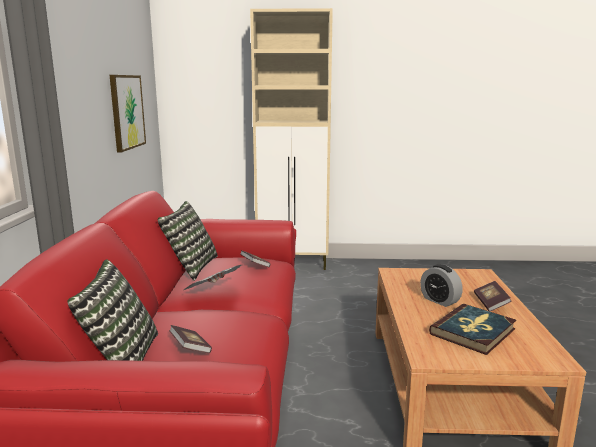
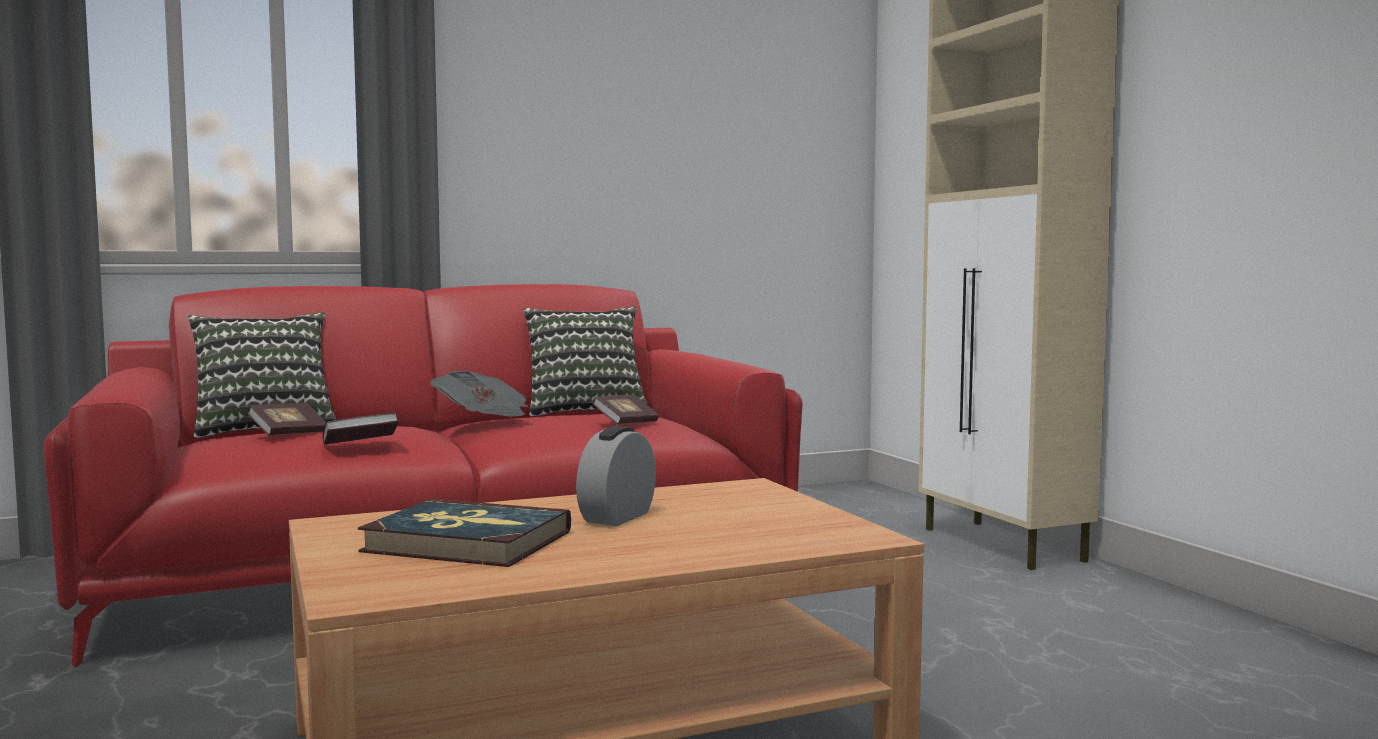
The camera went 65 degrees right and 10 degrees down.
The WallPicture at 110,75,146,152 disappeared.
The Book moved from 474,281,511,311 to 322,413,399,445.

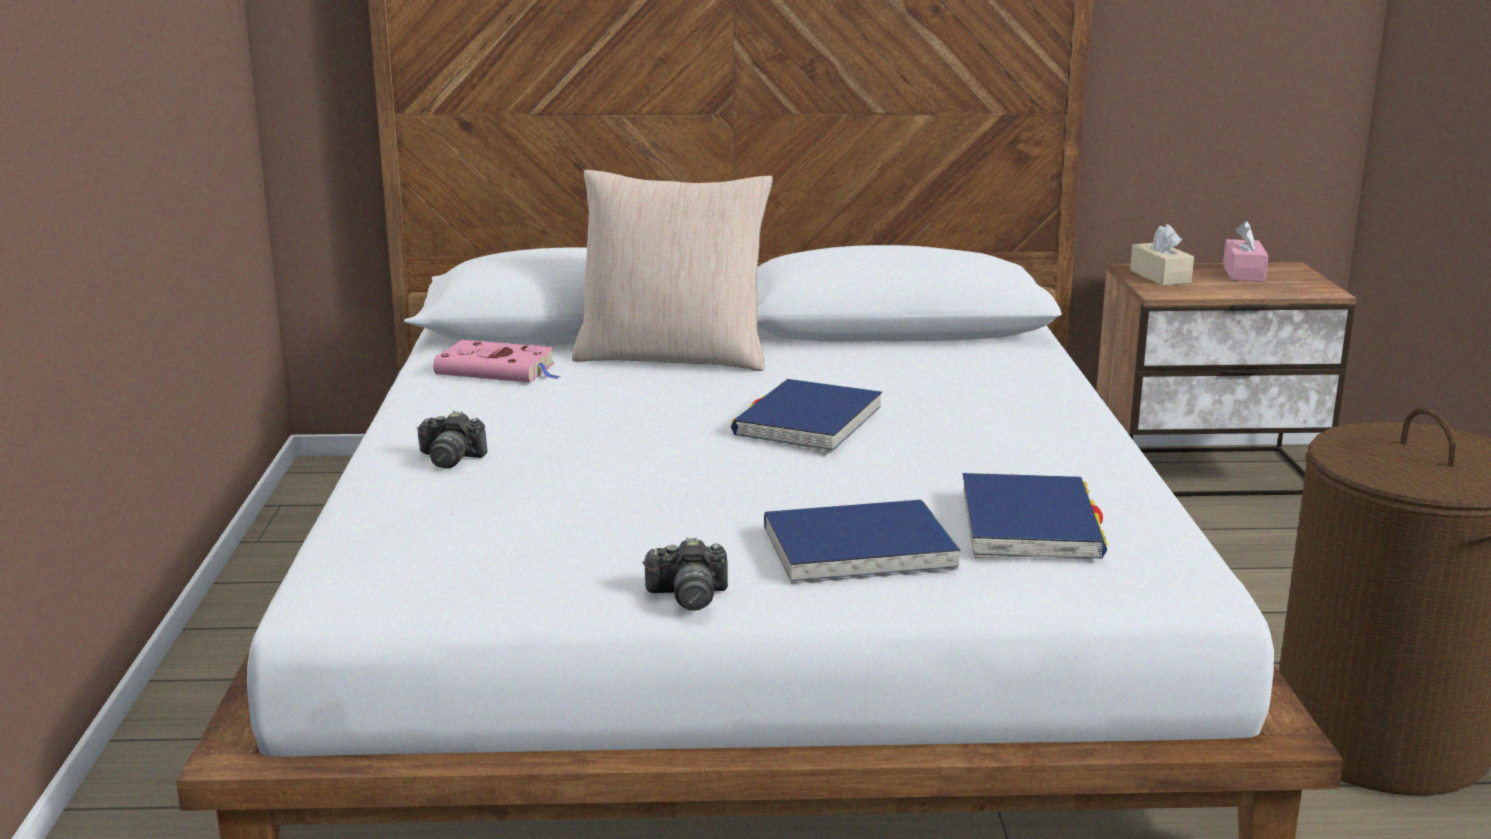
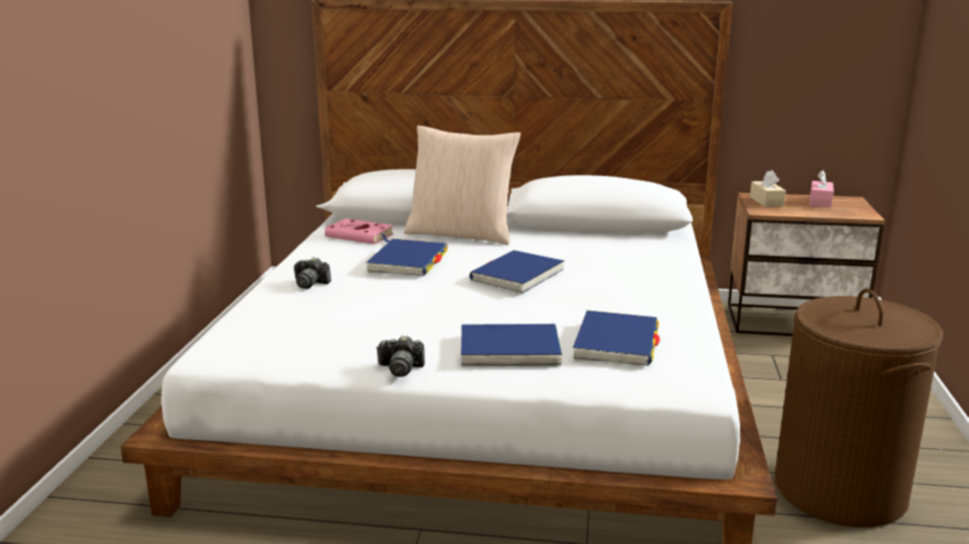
The camera went 10 degrees right and 0 degrees up.
The BlueColouredBook at 366,239,448,276 appeared.

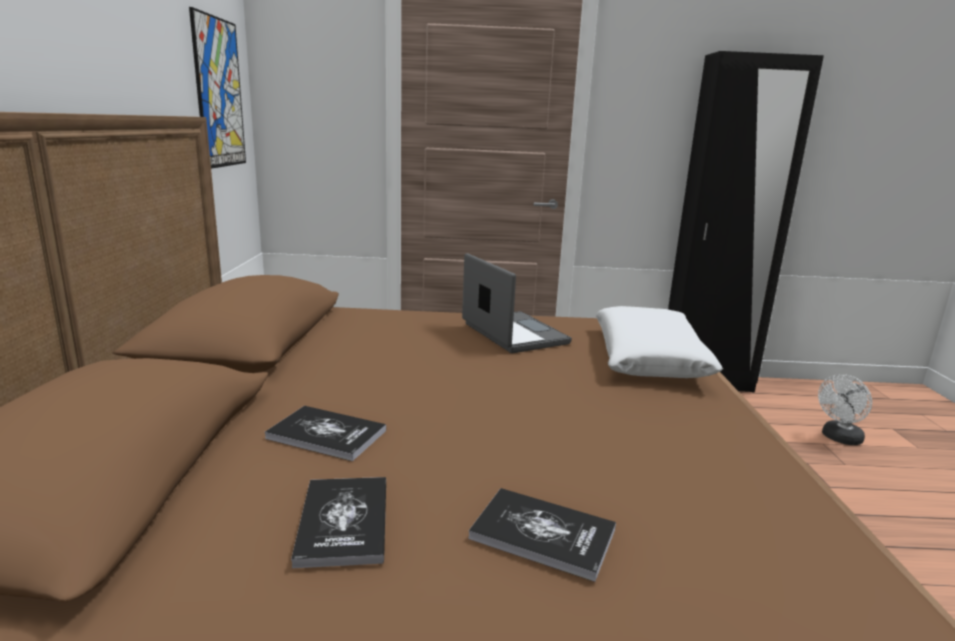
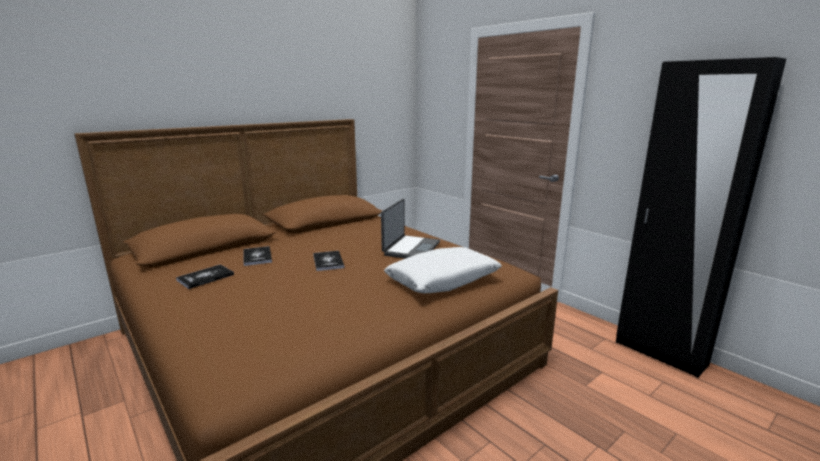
The camera went 50 degrees right and 0 degrees up.
The WallPicture at 189,7,246,169 disappeared.
The Book moved from 468,488,616,582 to 313,251,345,271.
The WhiteColouredFan at 818,374,872,445 disappeared.

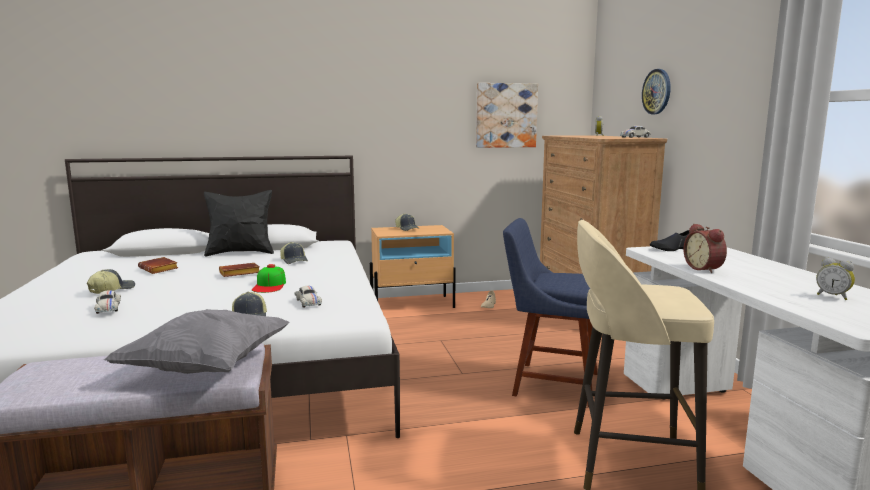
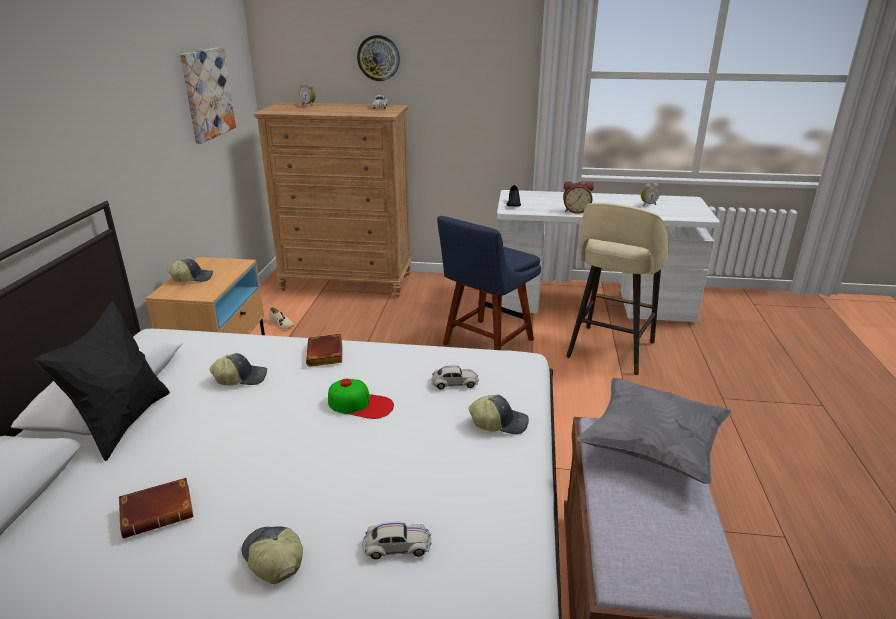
The camera went 70 degrees left and 15 degrees up.
The BrownBook moved from 219,263,260,277 to 306,334,342,367.

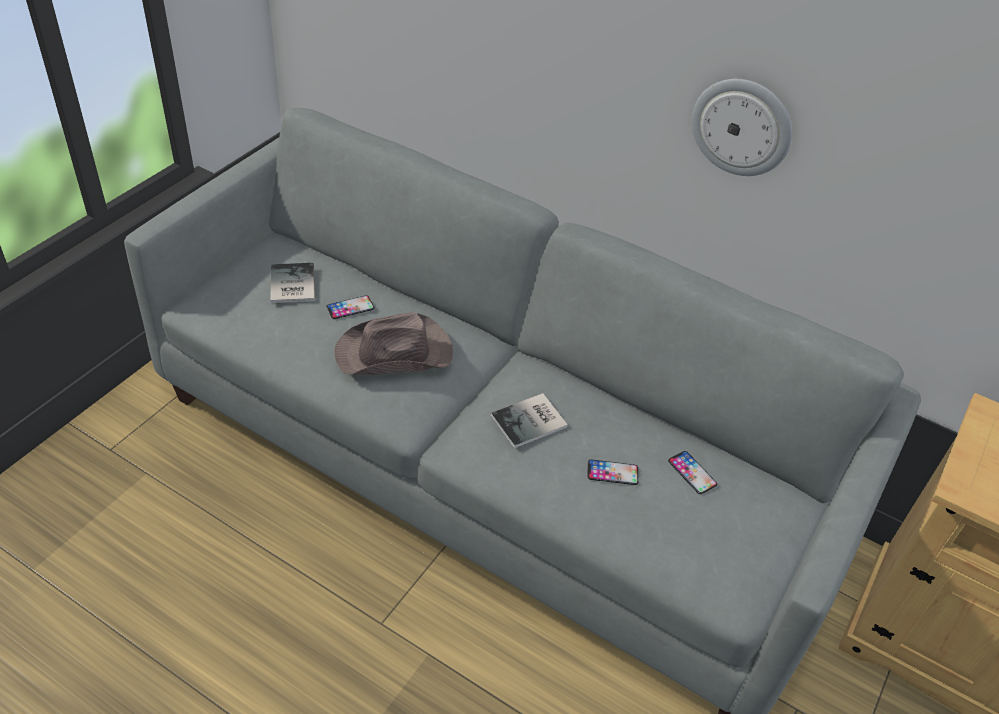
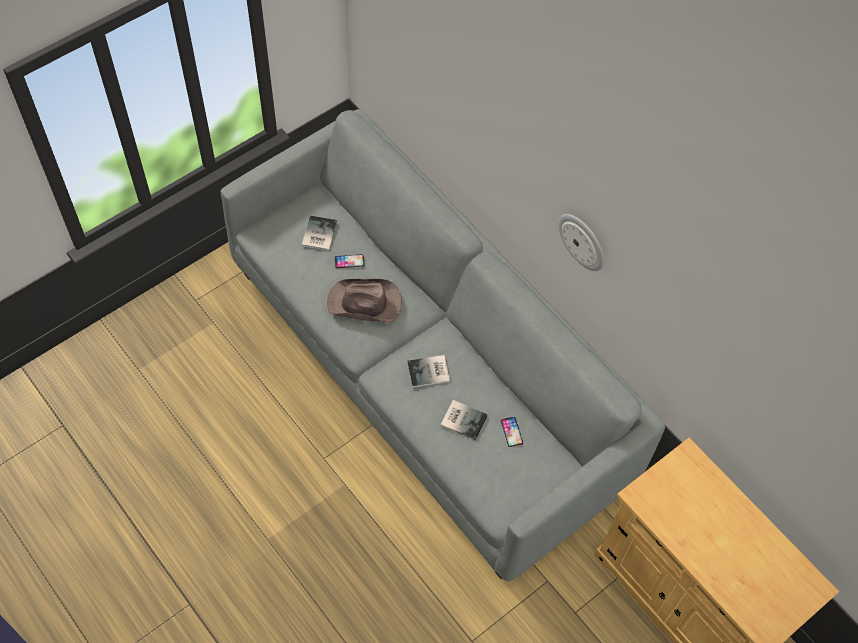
The camera went 20 degrees right and 15 degrees up.
The Handset at 587,459,638,485 was replaced by the Book at 441,400,488,440.

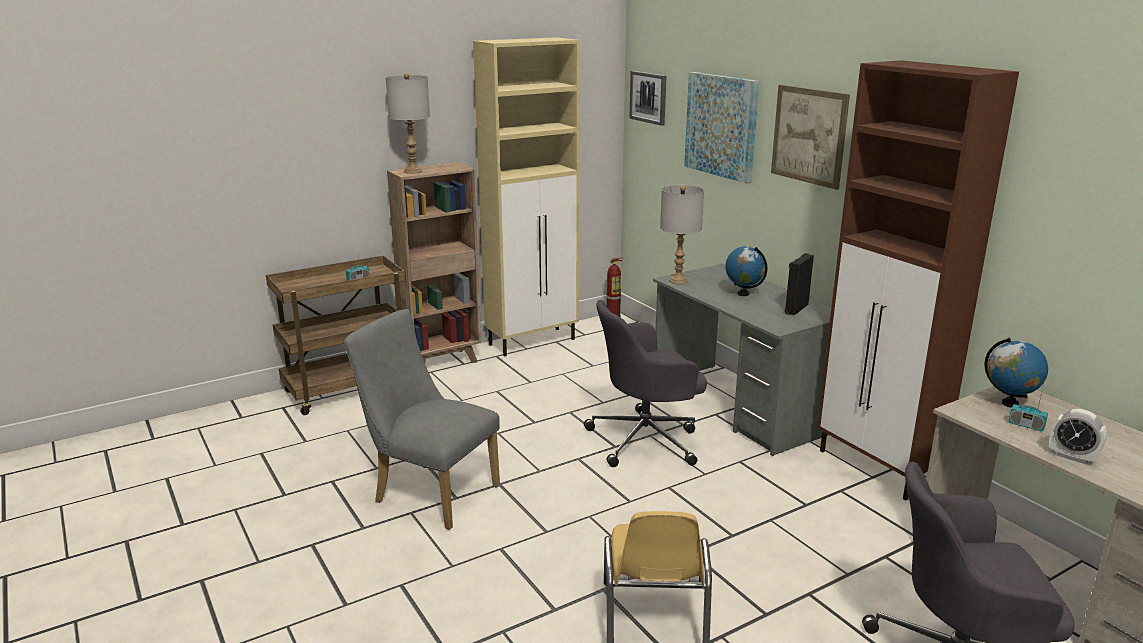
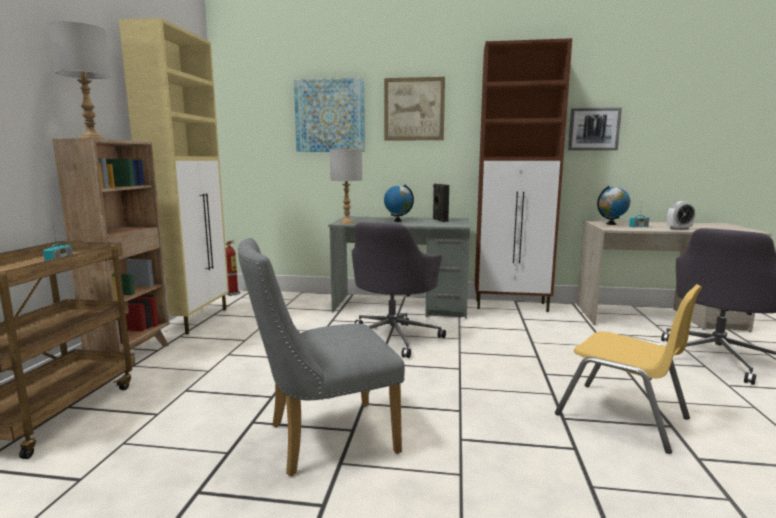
The camera went 50 degrees left and 10 degrees down.
The WallPicture moved from 630,71,666,126 to 568,107,622,150.

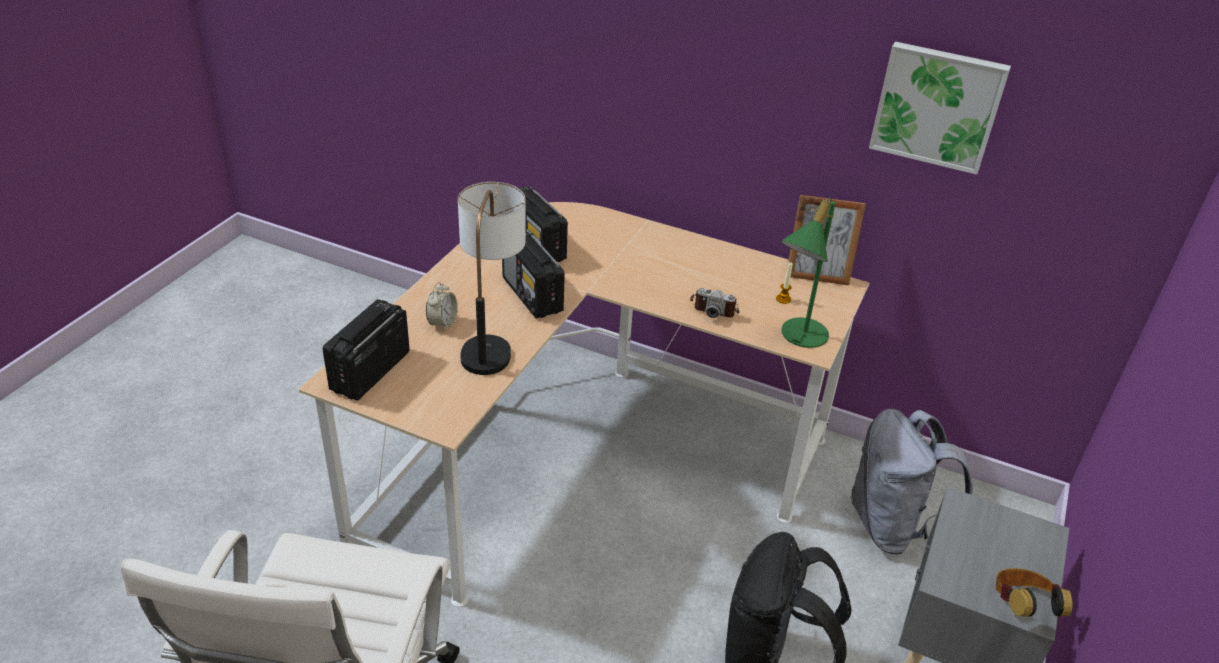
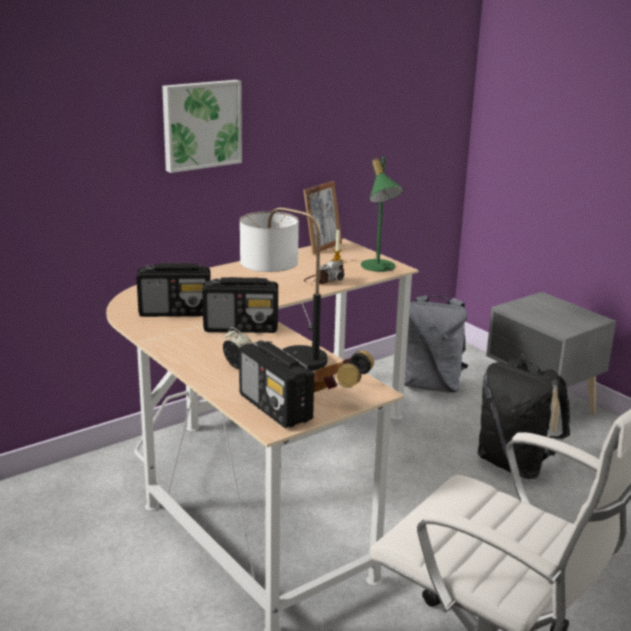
The camera went 60 degrees left and 15 degrees down.
The WallPicture moved from 869,42,1011,175 to 162,80,242,173.
The PairOfHeadphones moved from 996,568,1073,617 to 314,350,374,392.

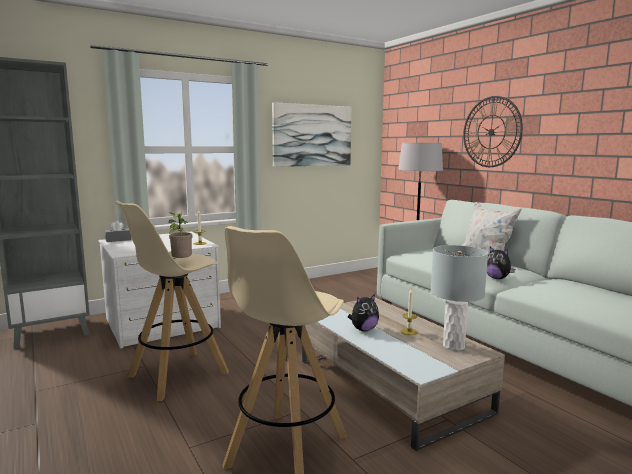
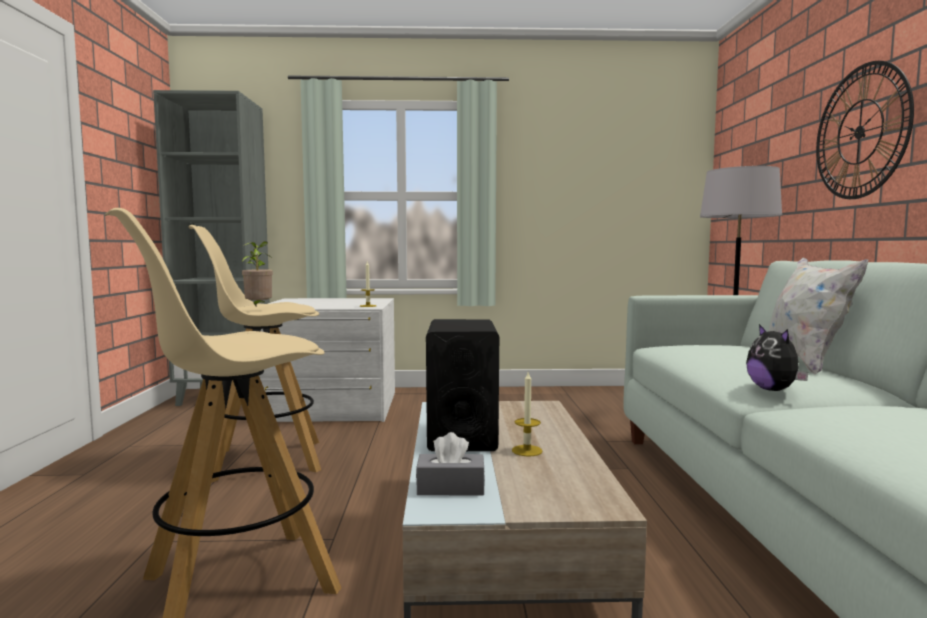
The camera went 30 degrees right and 5 degrees down.
The GrayTissueBox moved from 105,221,132,242 to 416,432,485,495.
The WallPicture at 272,102,351,167 disappeared.
The SoftToy at 348,294,379,331 was replaced by the BlackColouredAudioSpeaker at 426,319,499,452.
The GrayTableLamp at 431,245,488,351 disappeared.

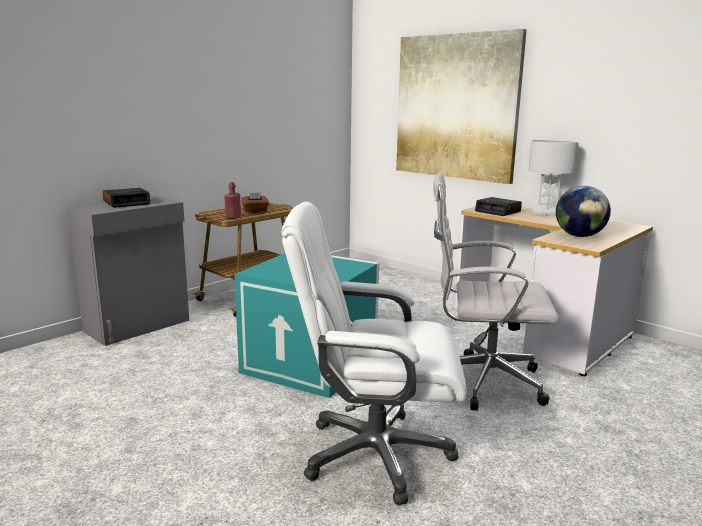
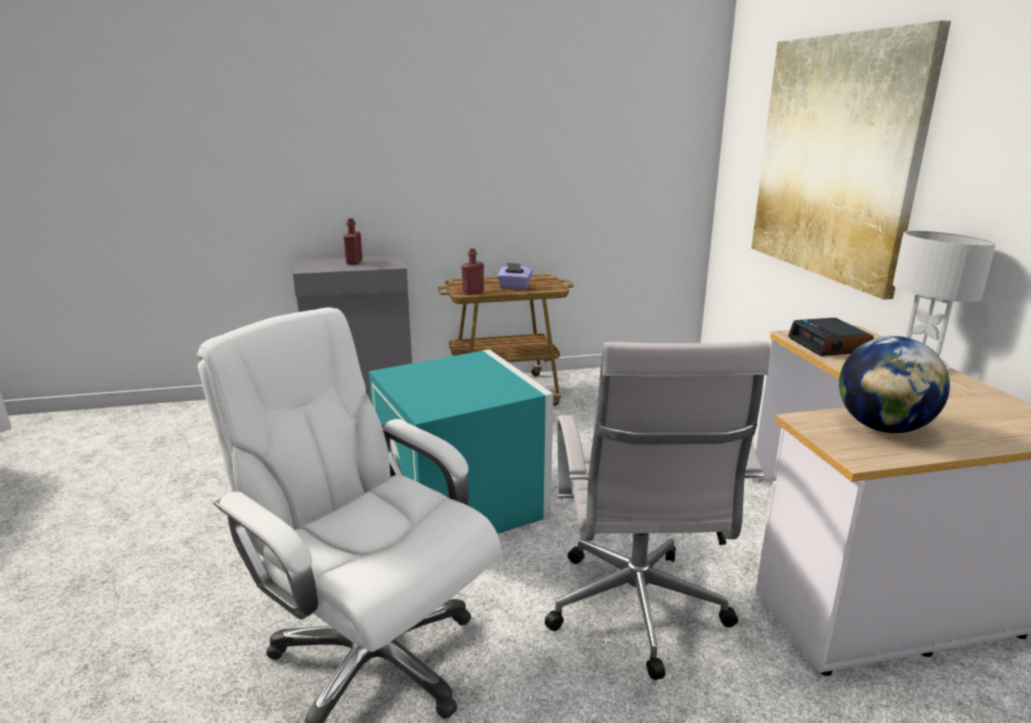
The camera went 35 degrees right and 5 degrees up.
The TableClock at 102,188,150,208 was replaced by the RedBottle at 343,218,363,264.
The BrownTissueBox at 241,192,269,213 became the PurplishTissueBox at 497,263,533,290.
The WhiteColouredDeskChair at 433,172,559,411 turned 135 degrees counterclockwise.

